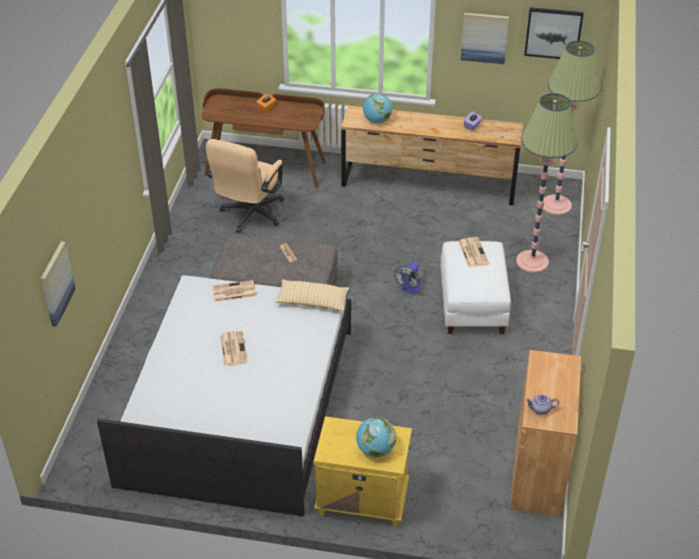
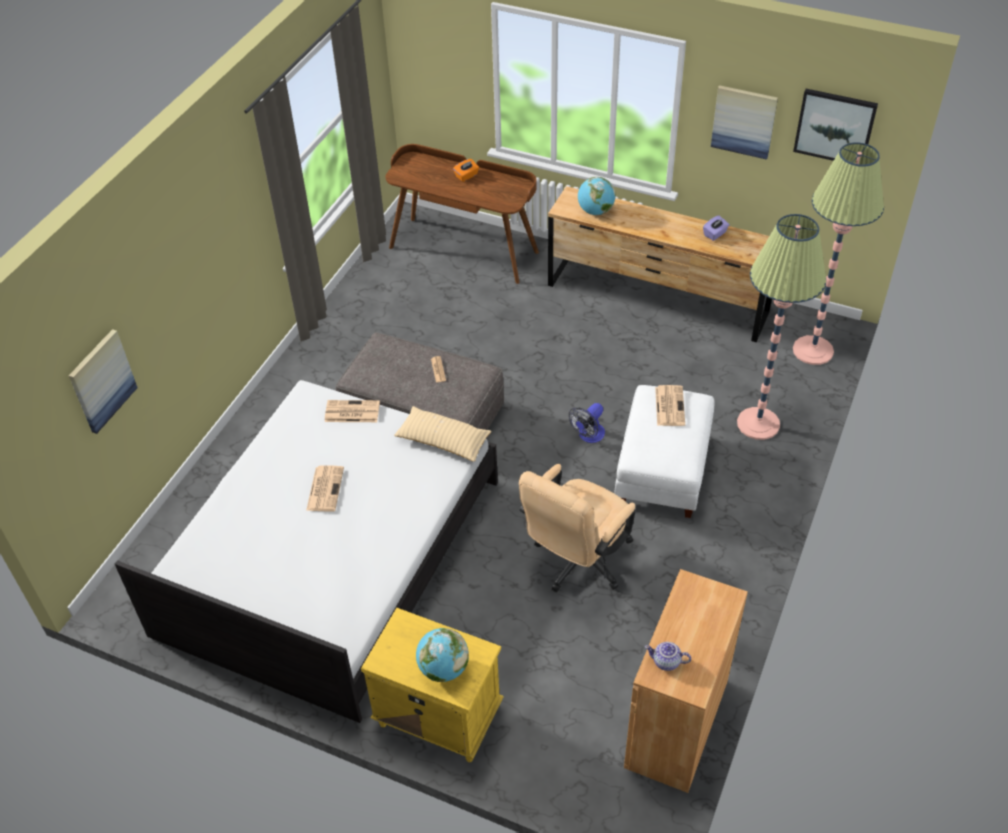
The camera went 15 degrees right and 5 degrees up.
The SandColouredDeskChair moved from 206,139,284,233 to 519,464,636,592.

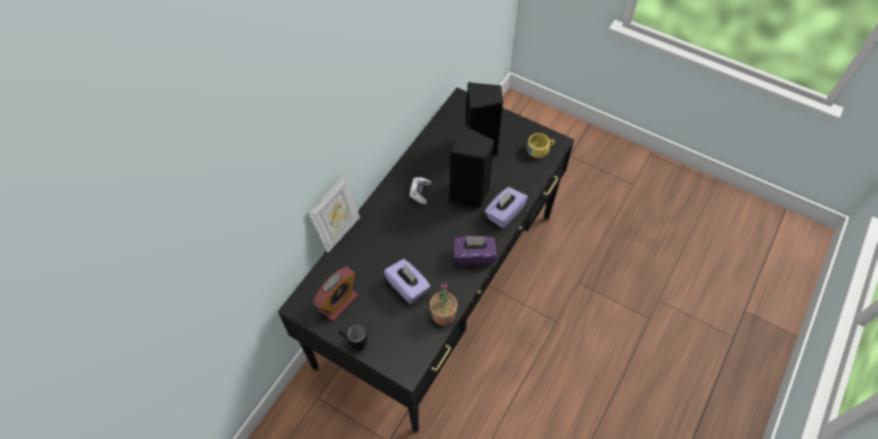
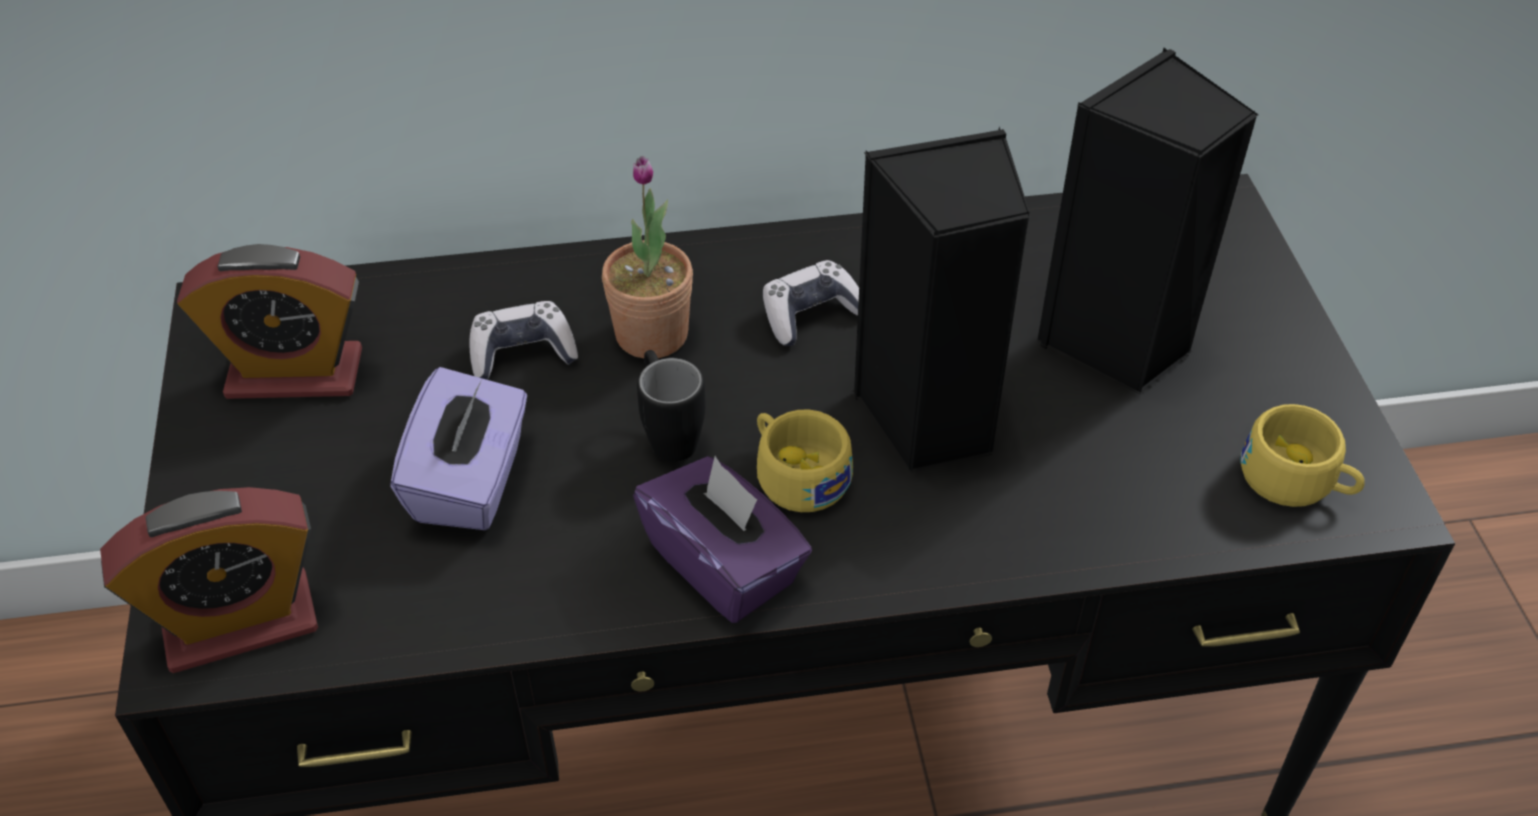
The camera went 50 degrees right and 10 degrees down.
The PictureFrame at 310,176,360,253 disappeared.
The BlackColouredTeaMug moved from 339,325,367,351 to 637,350,706,462.
The PlantInAPot moved from 430,282,457,326 to 602,156,693,358.
The PurplishTissueBox at 485,187,528,229 disappeared.
The TableClock at 100,487,318,673 appeared.
The Gamepad at 469,301,578,380 appeared.
The YellowCup at 757,409,853,512 appeared.

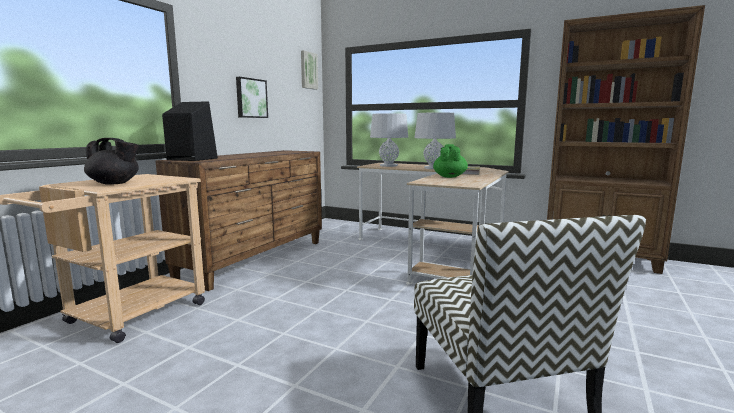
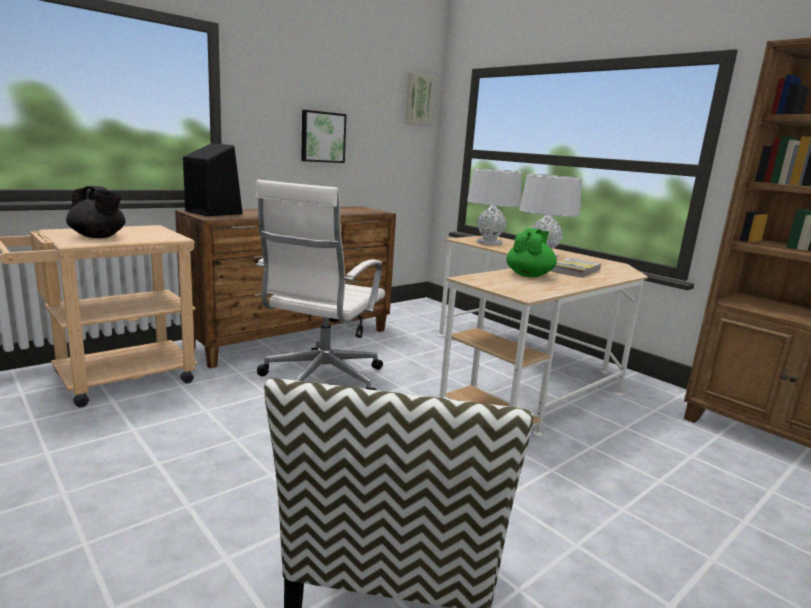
The camera went 20 degrees right and 5 degrees up.
The WhiteColouredDeskChair at 255,180,385,390 appeared.

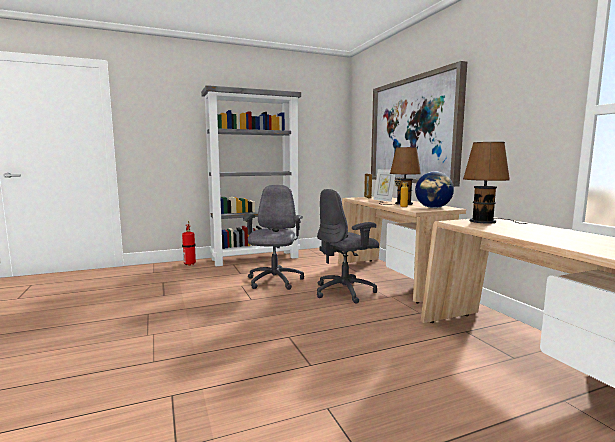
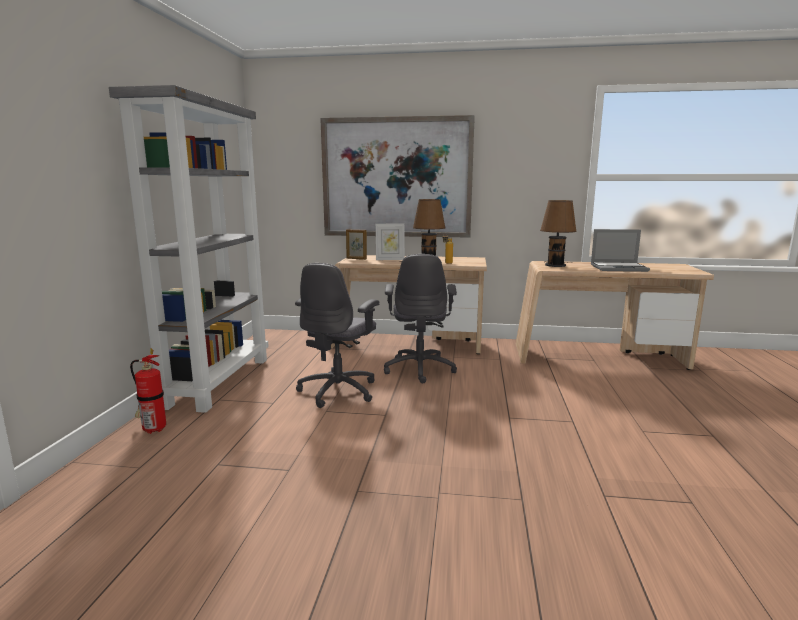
The camera went 60 degrees left and 5 degrees up.
The GrayDeskChair at 243,185,304,290 turned 105 degrees counterclockwise.
The WorldGlobe at 415,171,454,208 disappeared.
The PortableComputer at 591,229,650,272 appeared.

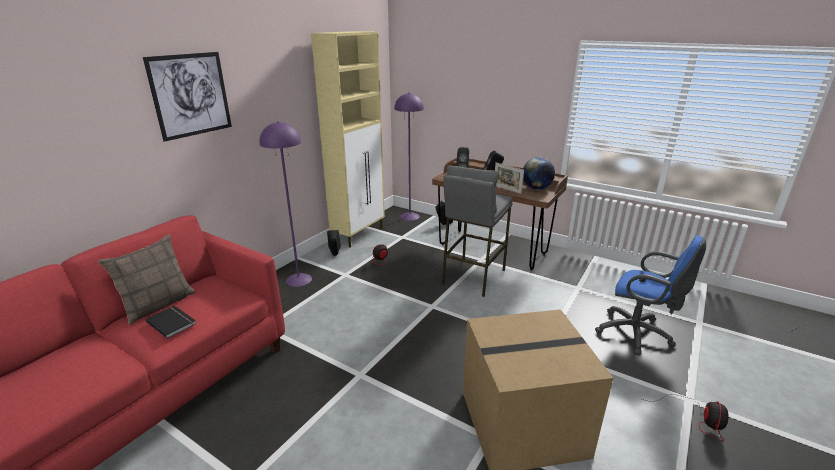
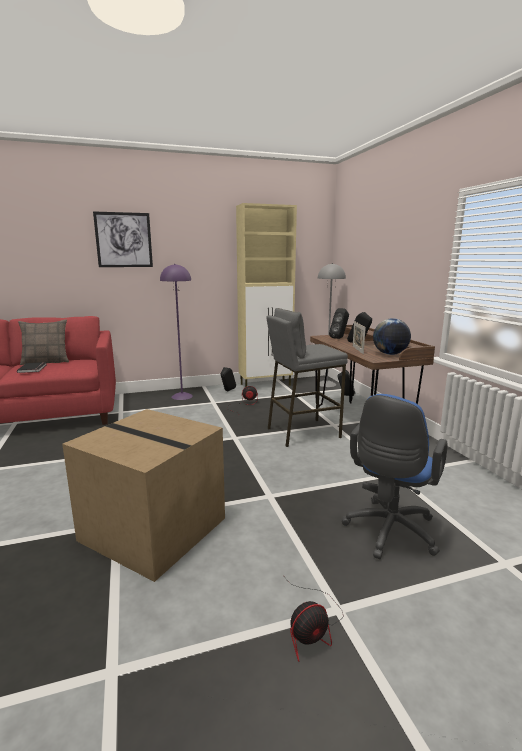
The camera went 40 degrees right and 10 degrees down.
The PurplishFloorLamp at 394,93,424,221 became the GrayFloorLamp at 318,263,346,387.
The BlueColouredDeskChair at 595,236,706,355 turned 45 degrees clockwise.

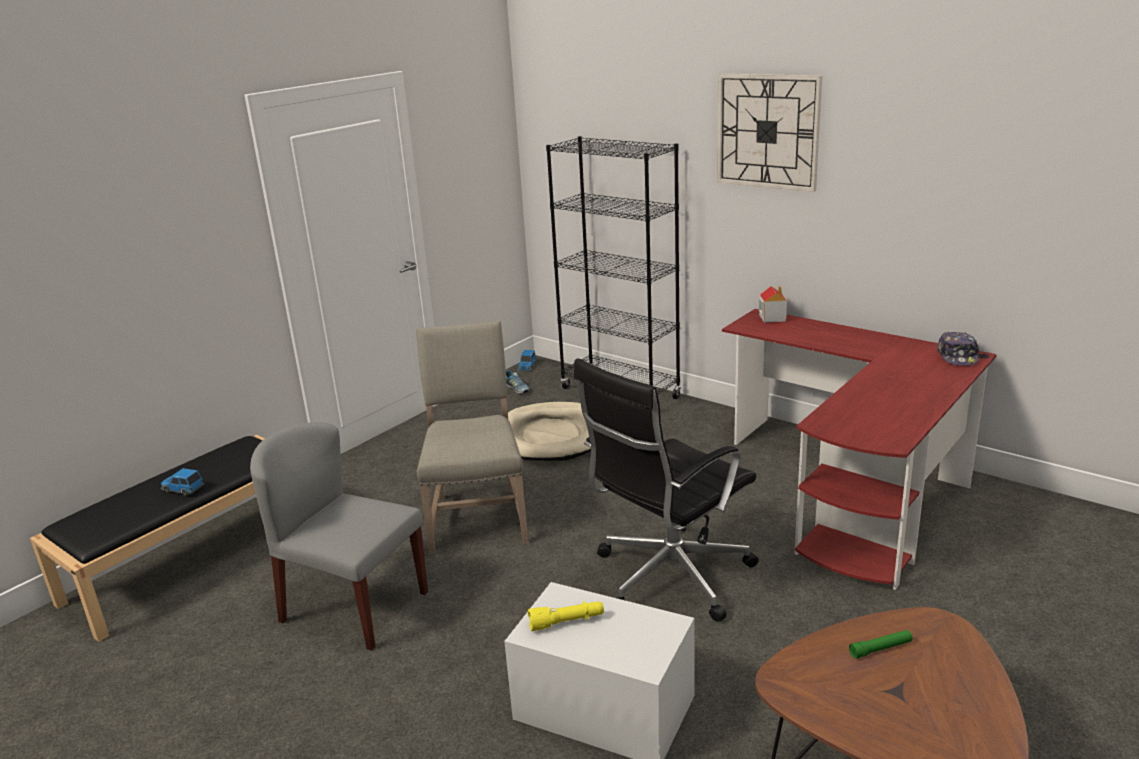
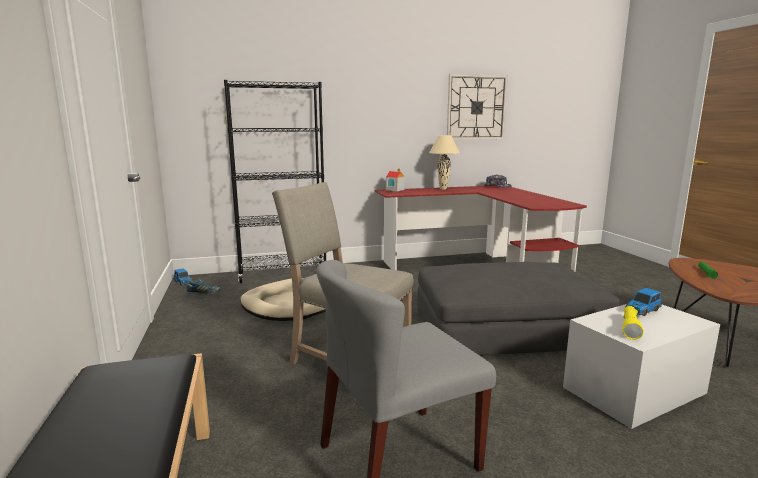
The camera went 55 degrees left and 10 degrees down.
The ToyCar moved from 161,468,204,496 to 625,288,662,316.
The BlackColouredDeskChair at 574,358,759,622 was replaced by the GrayOttoman at 417,262,620,355.
The ClockOnTheWall moved from 717,74,822,192 to 447,74,508,140.
The SandColouredTableLamp at 429,135,460,190 appeared.

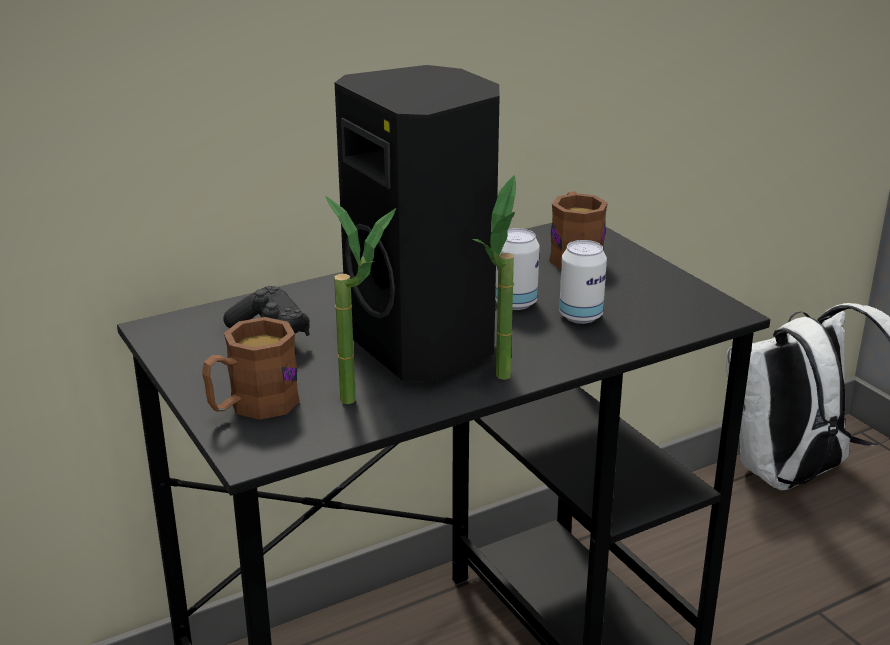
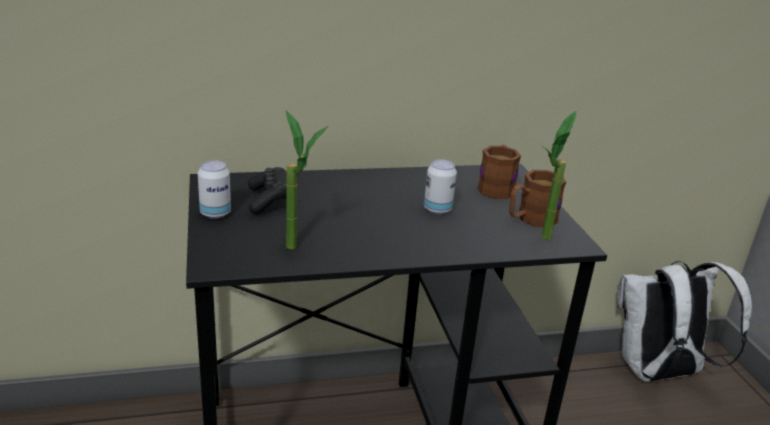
The camera went 15 degrees right and 0 degrees up.
The BrownTeaMug moved from 202,317,300,420 to 509,170,566,227.
The BlackColouredAudioSpeaker at 335,65,500,383 disappeared.
The PlantInAPot moved from 472,175,516,380 to 541,111,576,240.
The MetalCan moved from 559,240,607,324 to 198,160,231,219.

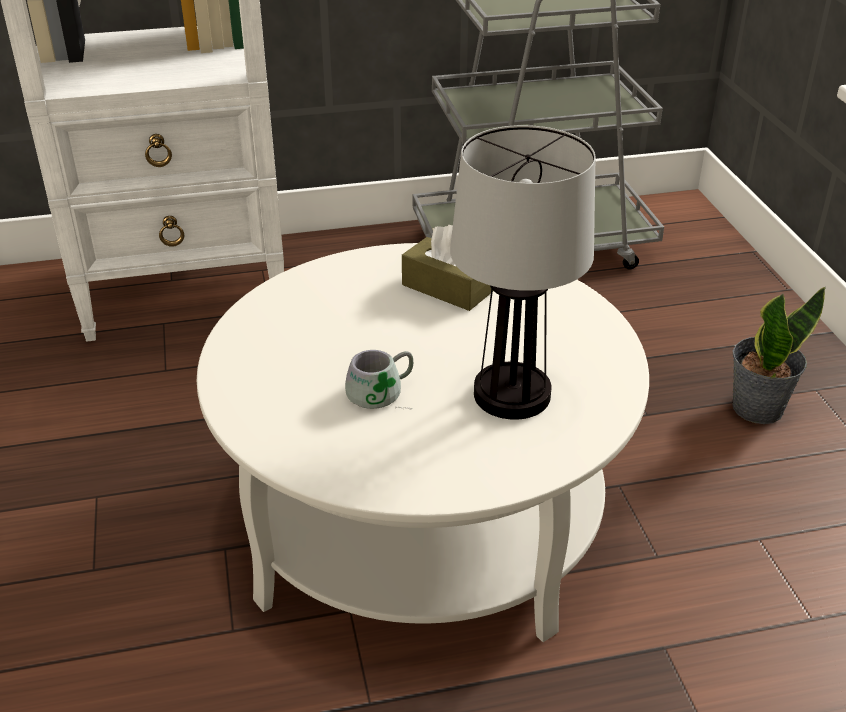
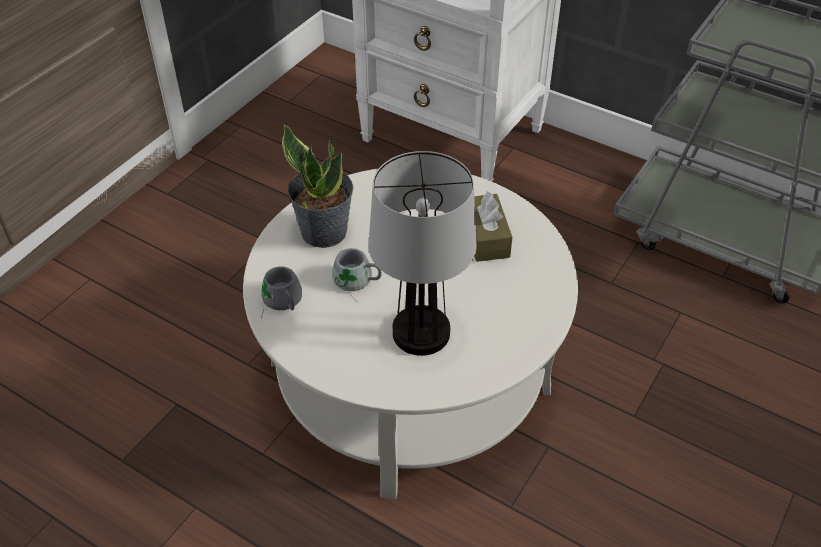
The camera went 45 degrees right and 10 degrees up.
The PlantInAPot moved from 732,287,826,424 to 282,124,354,248.
The GrayTeaMug at 261,267,302,319 appeared.

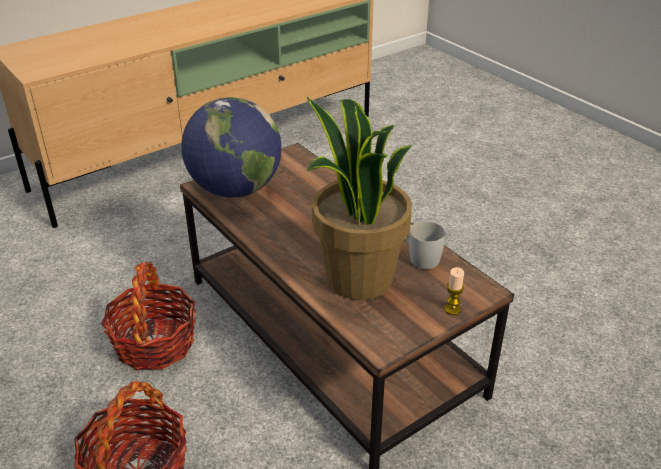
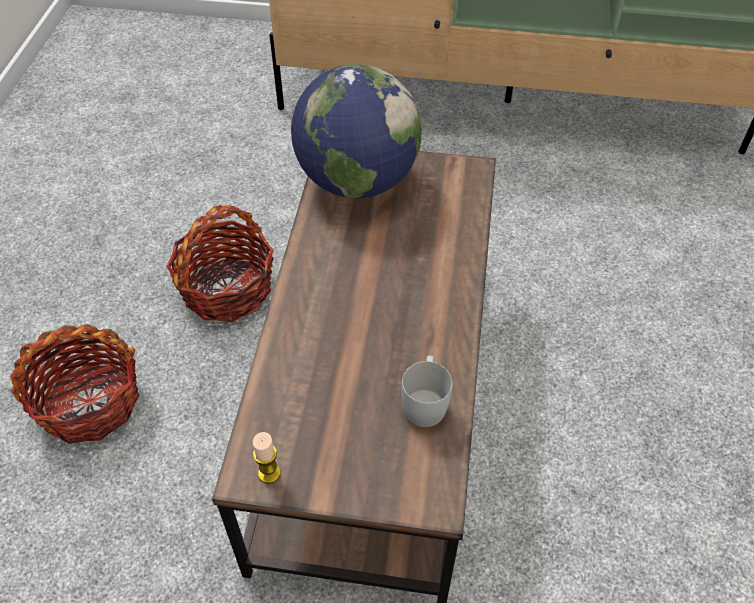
The camera went 45 degrees right and 15 degrees up.
The PlantInAPot at 307,97,412,300 disappeared.
The WaxCandle moved from 444,267,464,315 to 253,432,281,484.

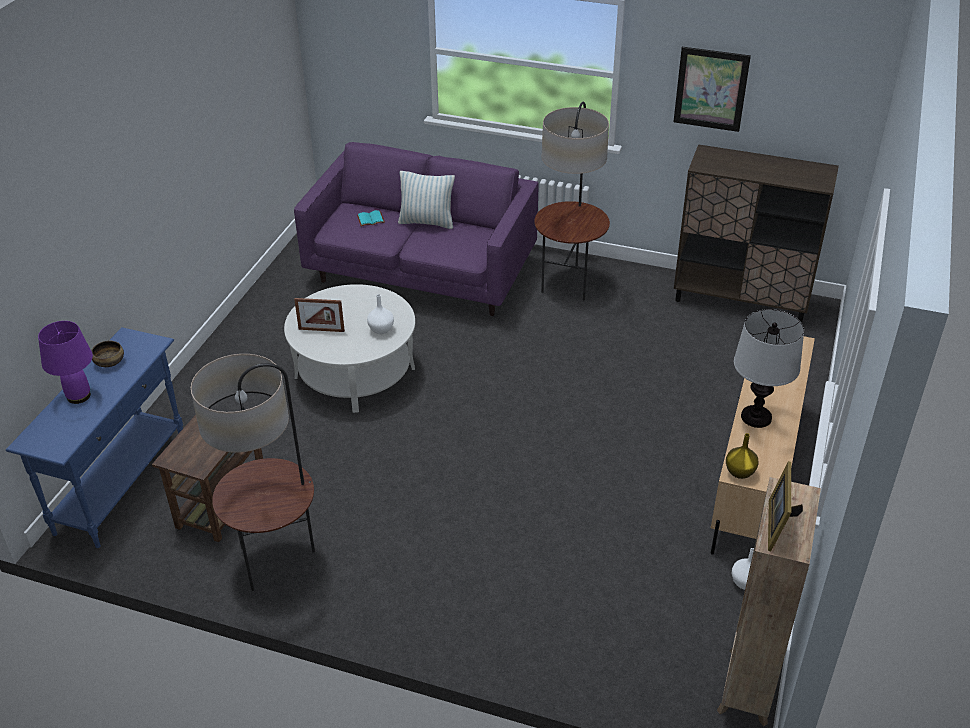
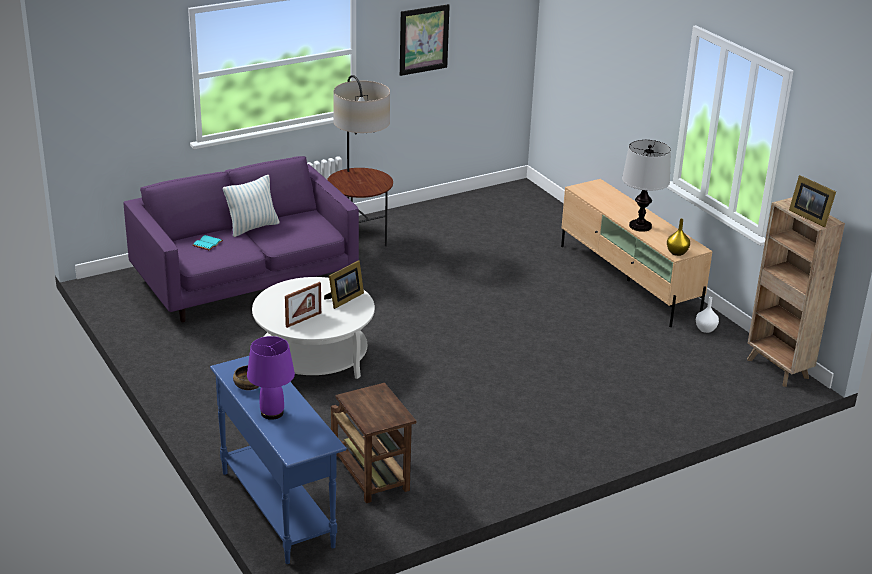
The camera went 50 degrees left and 10 degrees down.
The FloorLamp at 191,354,315,591 disappeared.
The WhiteColouredVase at 367,294,394,334 was replaced by the PictureFrame at 324,260,364,309.
The BrownCupboard at 674,144,839,323 disappeared.

